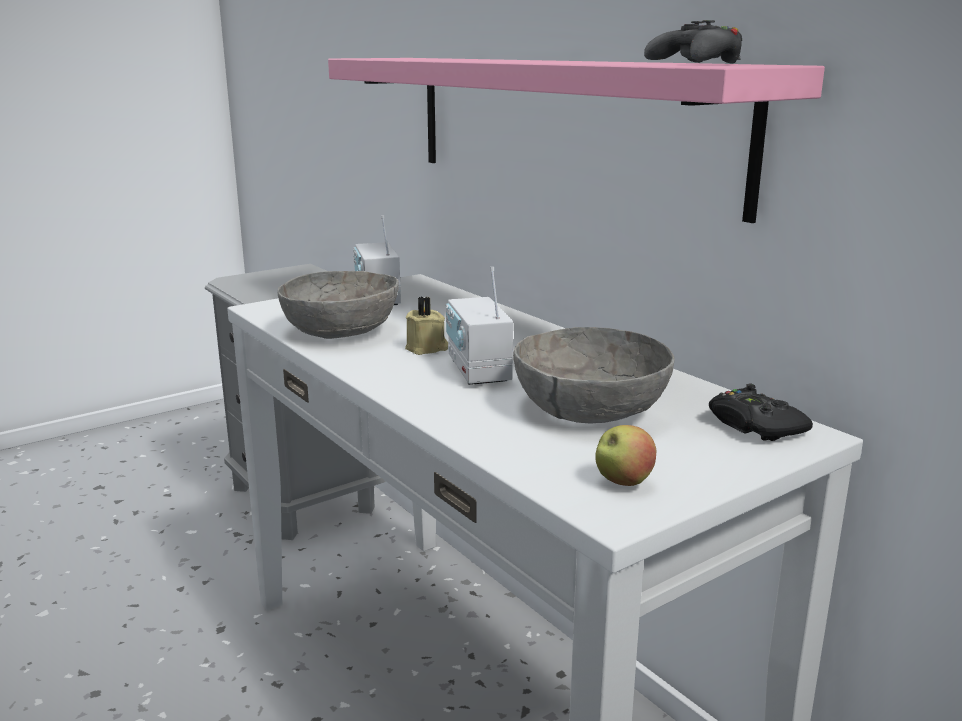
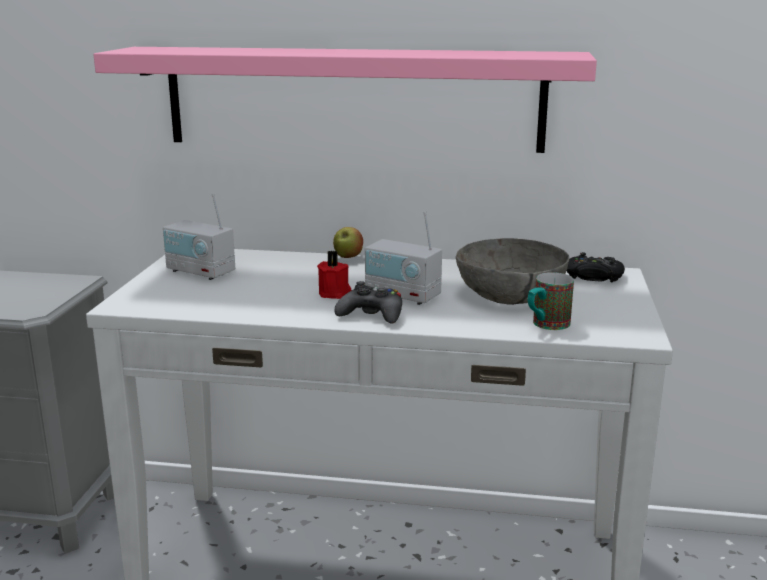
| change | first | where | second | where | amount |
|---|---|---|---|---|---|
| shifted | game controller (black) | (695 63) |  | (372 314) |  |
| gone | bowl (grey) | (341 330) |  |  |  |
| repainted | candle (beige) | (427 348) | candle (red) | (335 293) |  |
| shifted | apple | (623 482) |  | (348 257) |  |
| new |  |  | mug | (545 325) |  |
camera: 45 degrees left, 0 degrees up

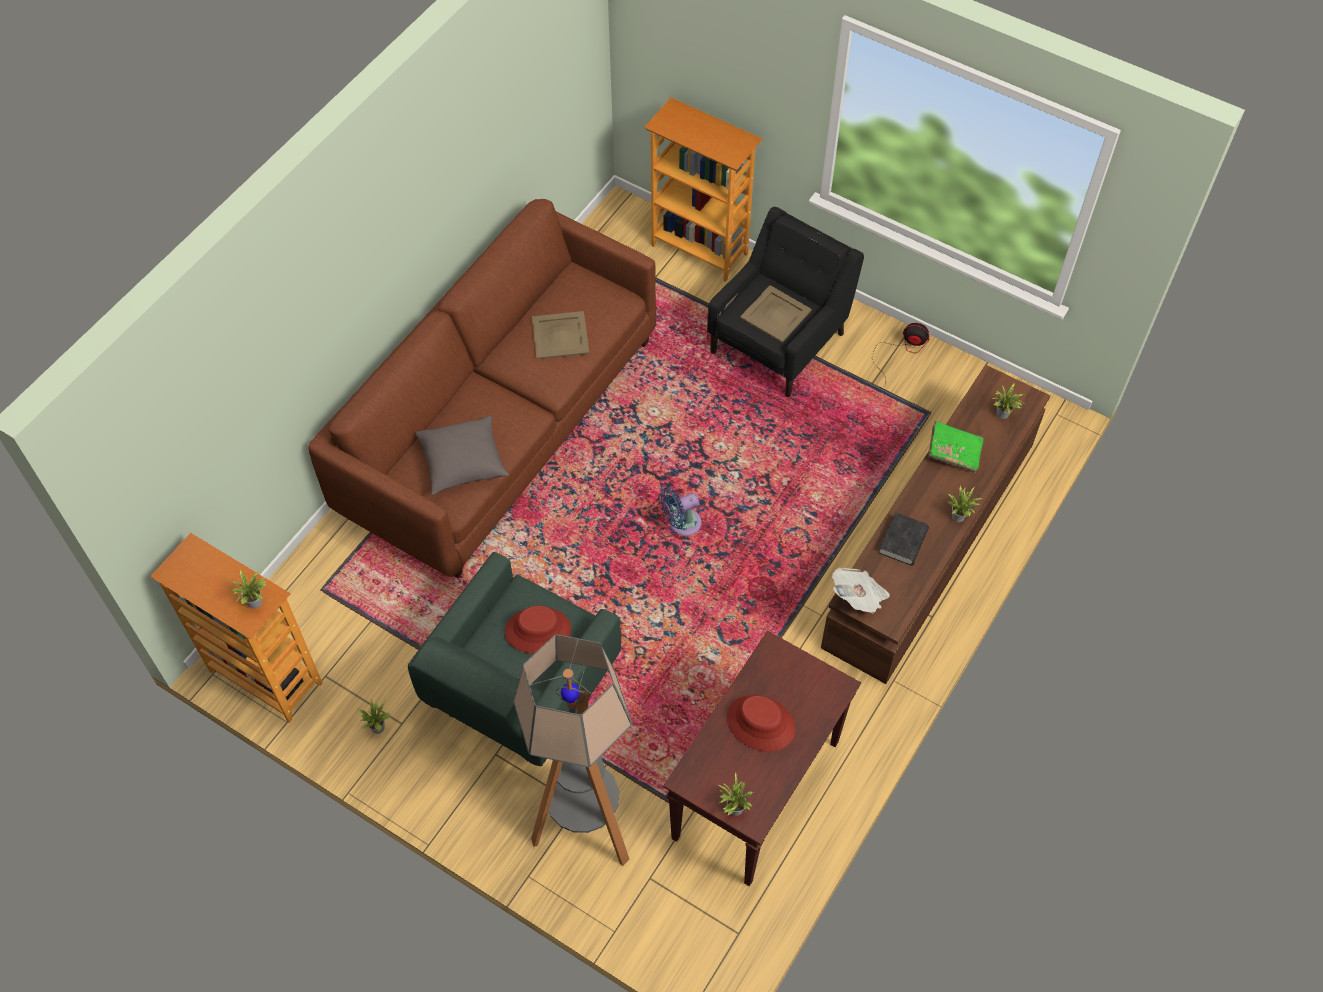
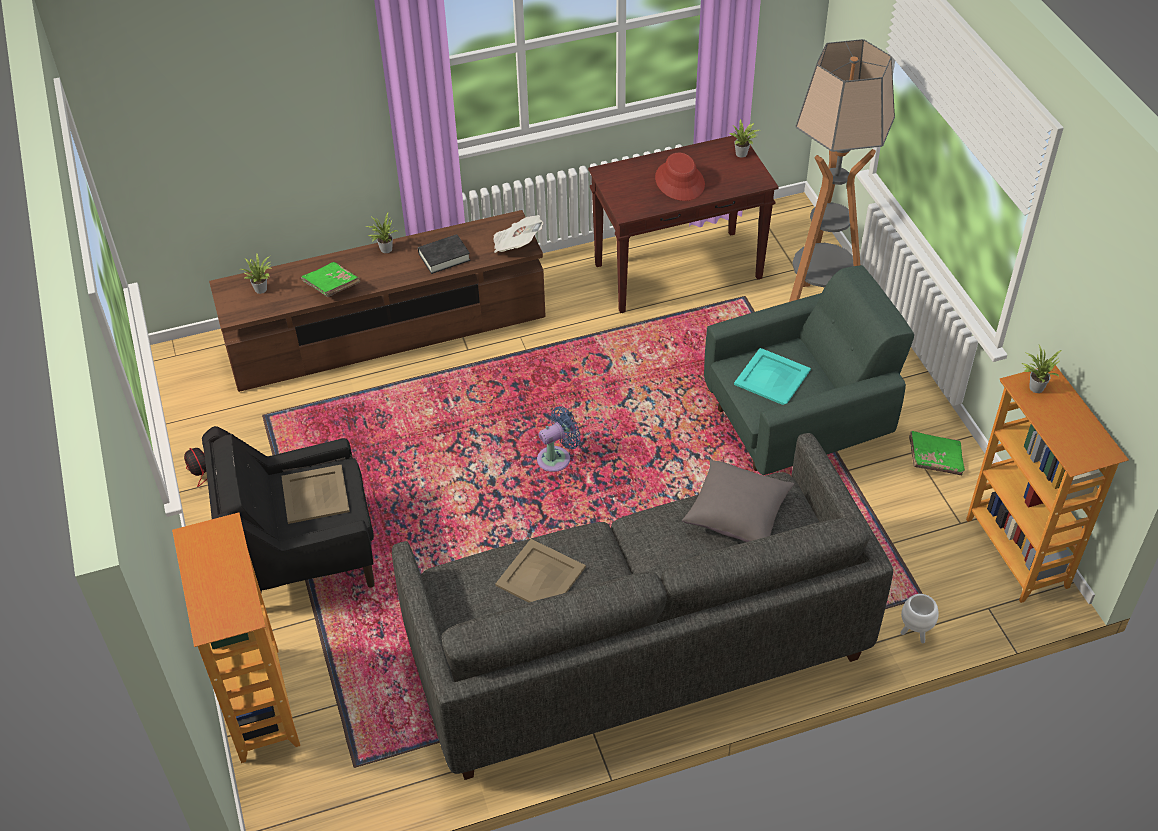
| change | first | where | second | where | amount |
|---|---|---|---|---|---|
| repainted | sofa (brown) | (499 424) | sofa (grey) | (637 648) |  |
| rotated | fan (blue) | (682 524) |  | (557 458) | 45 degrees counterclockwise |
| swapped | hat (red) | (538 630) | tray (turquoise) | (771 377) |  |
| swapped | potted plant | (379 727) | book (green) | (934 460) |  |
| new |  |  | planter (white) | (914 633) |  |
camera: 140 degrees left, 10 degrees down

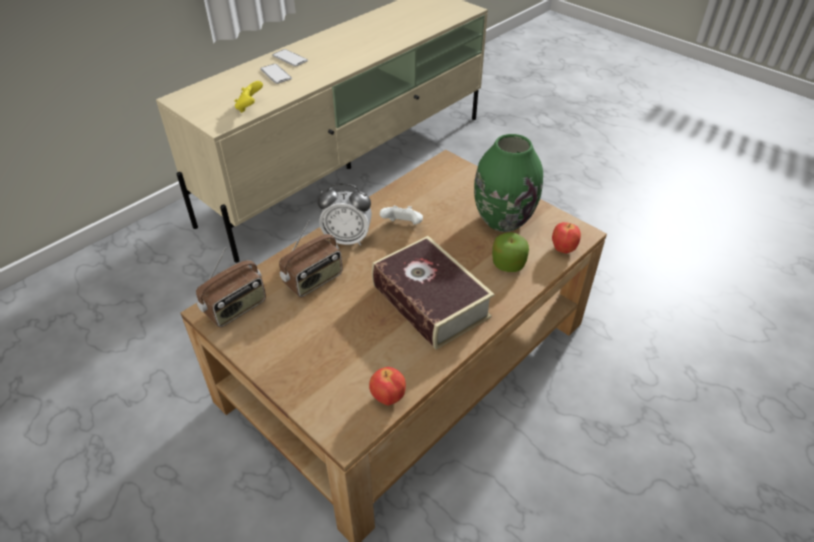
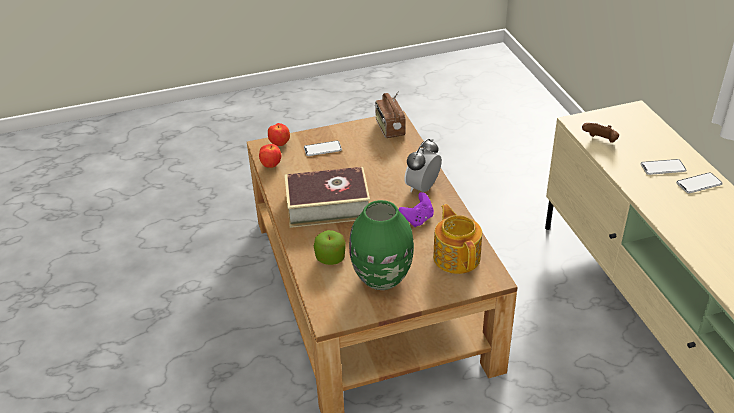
| change | first | where | second | where | amount |
|---|---|---|---|---|---|
| repainted | game controller (yellow) | (250 107) | game controller (brown) | (600 141) |  |
| repainted | game controller (white) | (402 225) | game controller (purple) | (417 219) |  |
| gone | radio | (314 280) |  |  |  |
| shifted | apple | (562 249) |  | (280 144) |  |
| new |  |  | phone | (322 149) |  |
| new |  |  | teapot | (457 256) |  |
camera: 120 degrees right, 5 degrees down

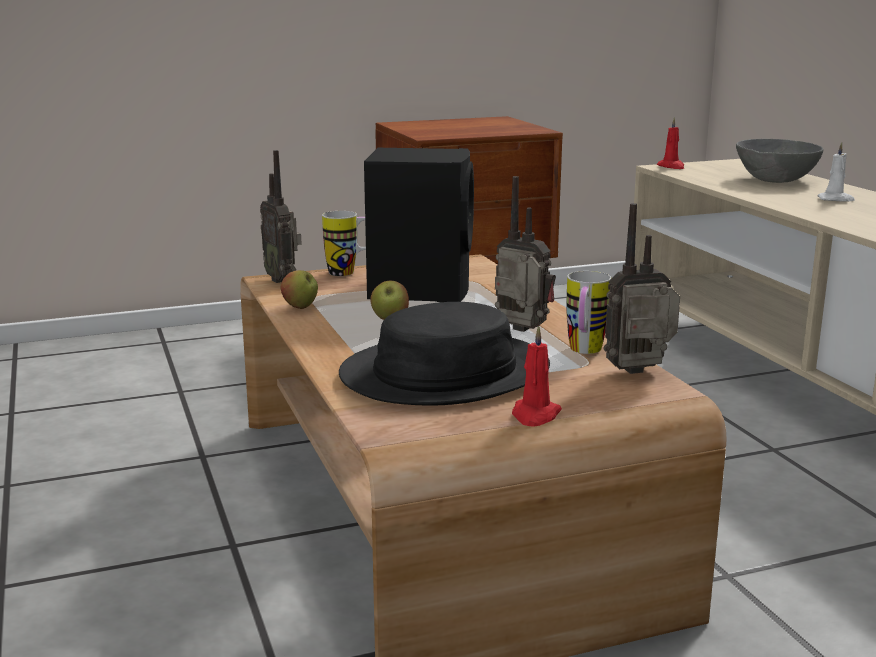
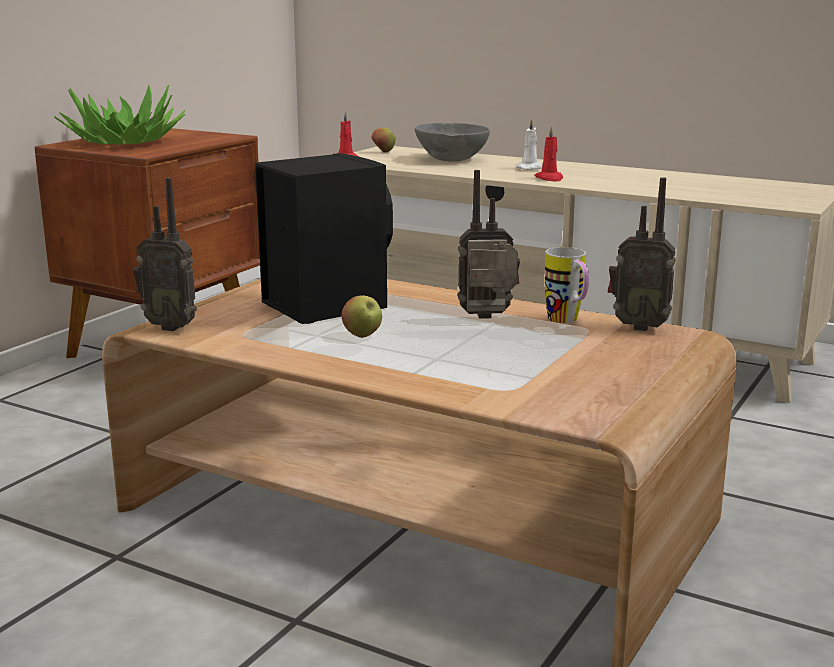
| change | first | where | second | where | amount |
|---|---|---|---|---|---|
| rotated | radio | (641 374) |  | (638 326) | 105 degrees counterclockwise |
| gone | mug | (350 272) |  |  |  |
| shifted | apple | (300 307) |  | (383 152) |  |
| gone | hat (black) | (445 373) |  |  |  |
| shifted | candle (red) | (535 415) |  | (549 178) |  |
| new |  |  | potted plant | (124 142) |  |
camera: 40 degrees left, 0 degrees up

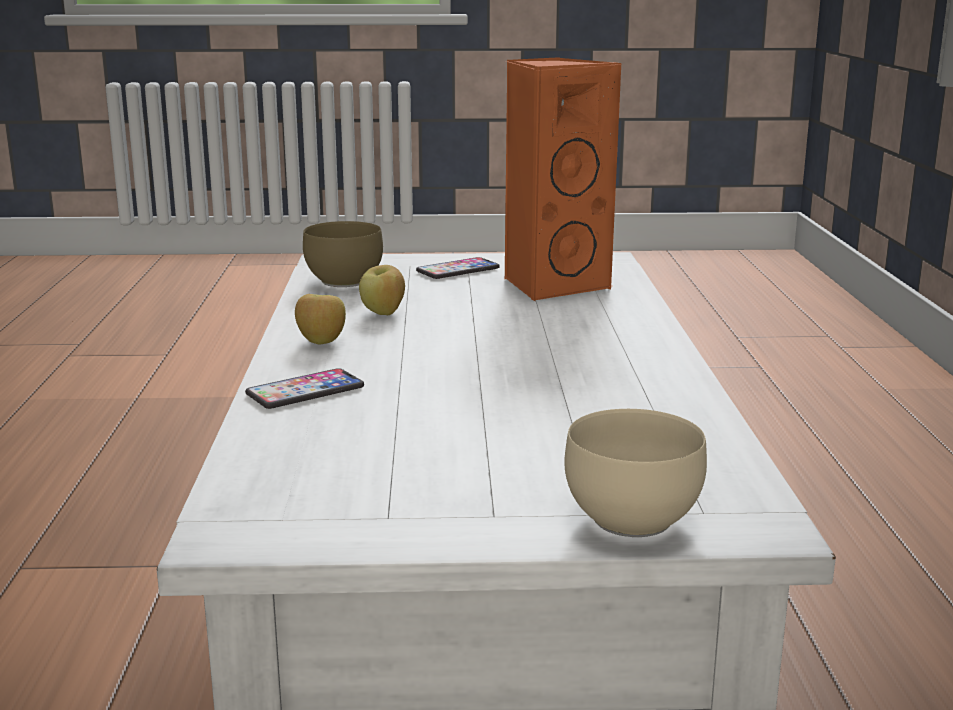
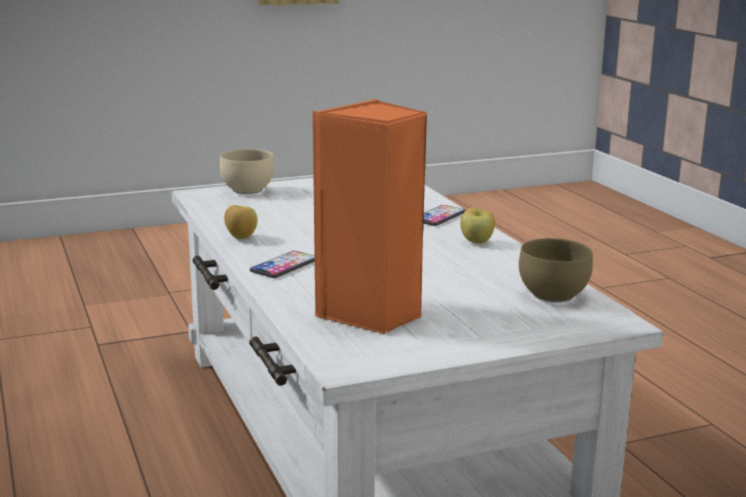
| change | first | where | second | where | amount |
|---|---|---|---|---|---|
| shifted | phone | (458 270) |  | (284 266) |  |
| shifted | apple | (384 313) |  | (240 238) |  |
camera: 160 degrees right, 0 degrees up

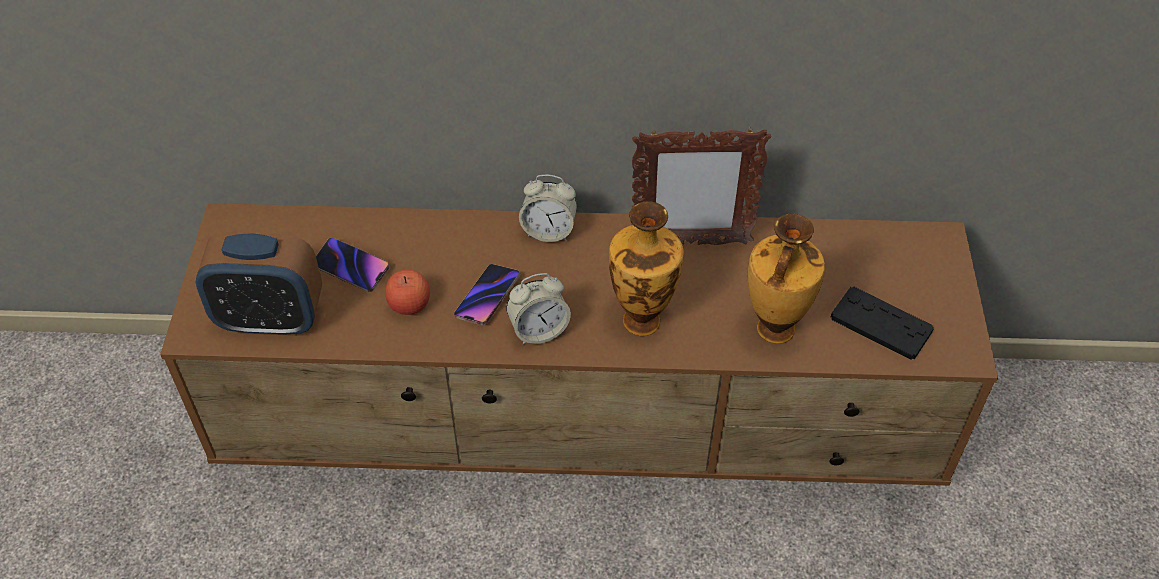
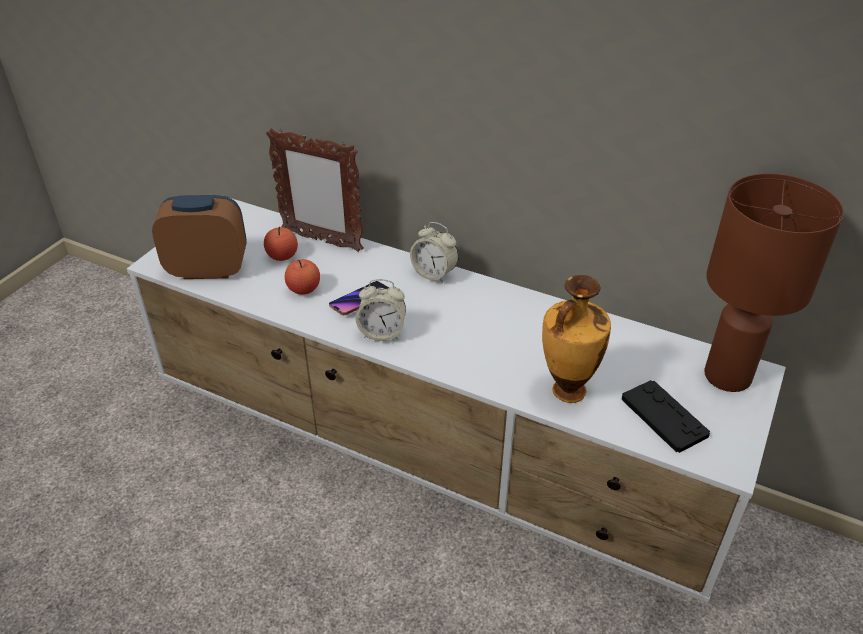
| change | first | where | second | where | amount |
|---|---|---|---|---|---|
| shifted | picture frame | (690 243) |  | (321 241) |  |
| gone | vase | (642 318) |  |  |  |
| repainted | tv stand (brown) | (583 430) | tv stand (white) | (434 455) |  |
| rotated | alarm clock | (271 319) |  | (208 269) | 150 degrees clockwise |
| swapped | phone | (351 267) | apple | (282 256) |  |
| new |  |  | table lamp (brown) | (729 375) |  |
camera: 25 degrees right, 10 degrees down

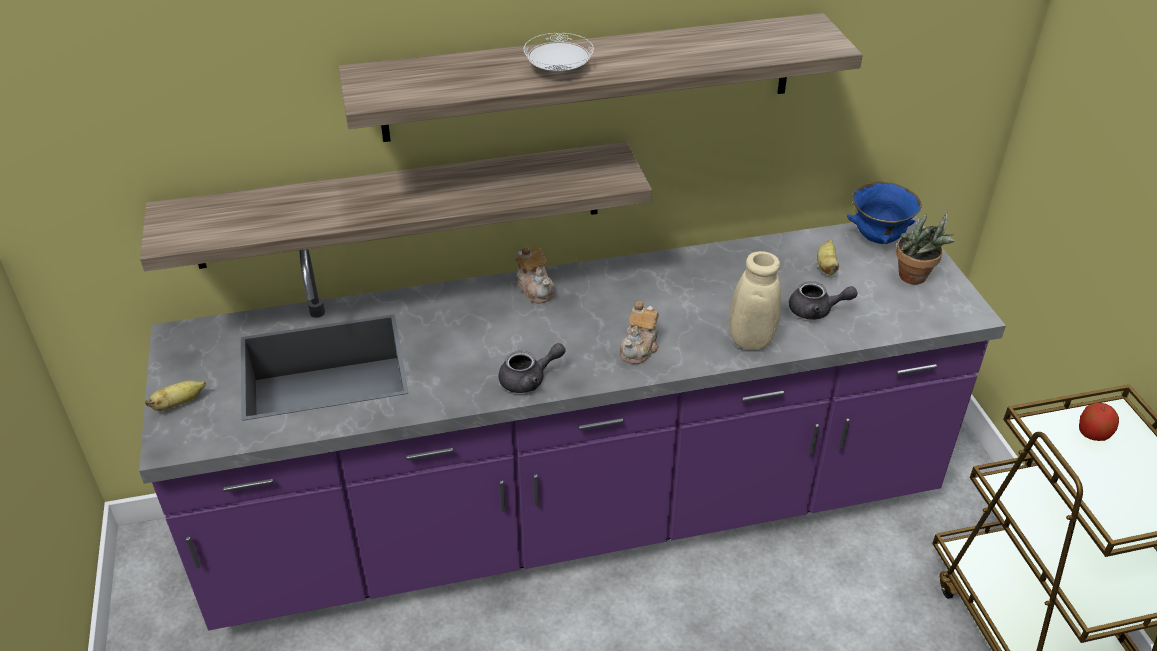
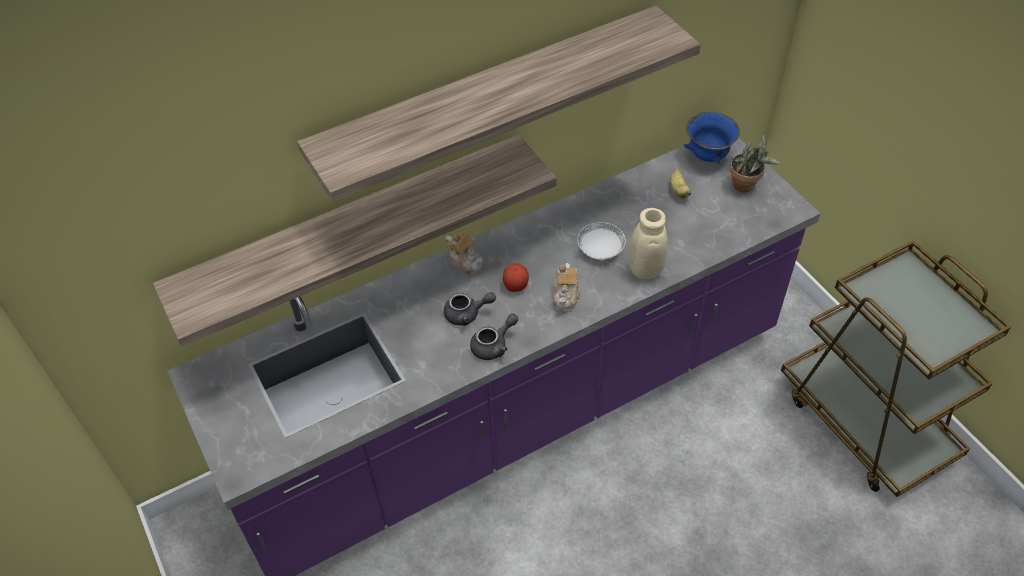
| change | first | where | second | where | amount |
|---|---|---|---|---|---|
| shifted | plate (white) | (558 70) |  | (600 250) |  |
| shifted | teapot (grey) | (816 311) |  | (467 314) |  |
| gone | banana | (179 403) |  |  |  |
| shifted | apple | (1092 434) |  | (515 286) |  |
camera: 15 degrees left, 10 degrees up

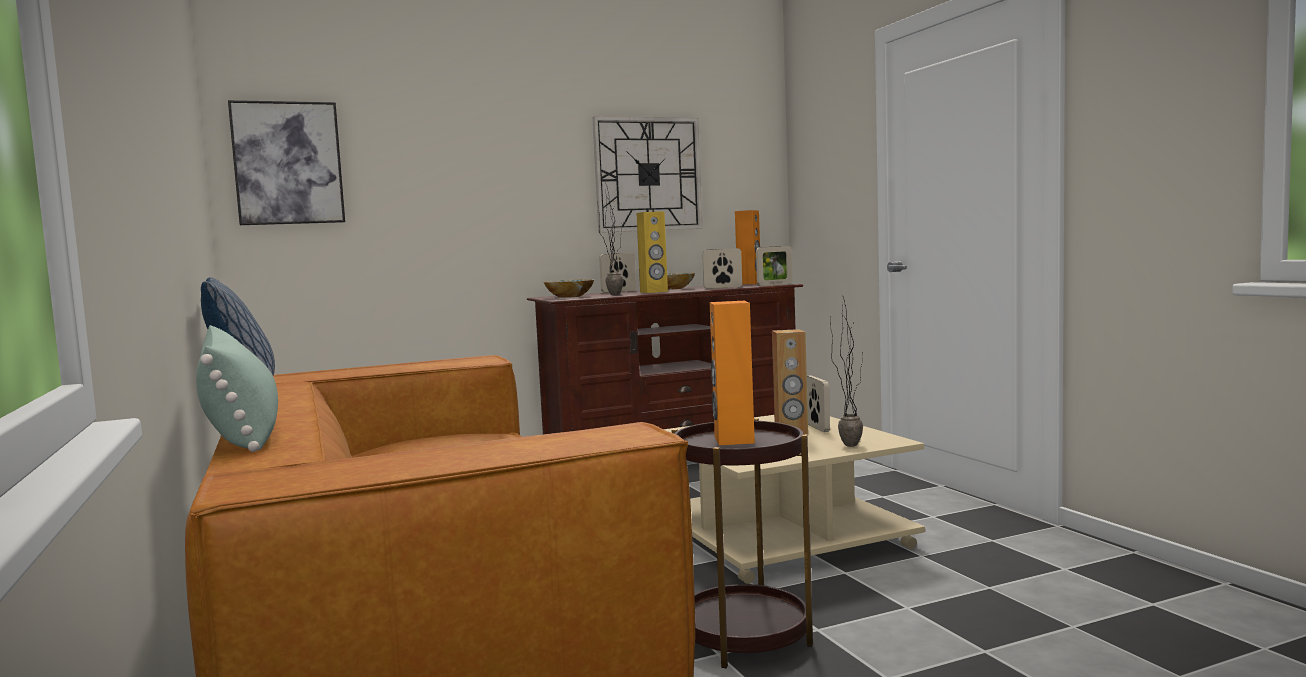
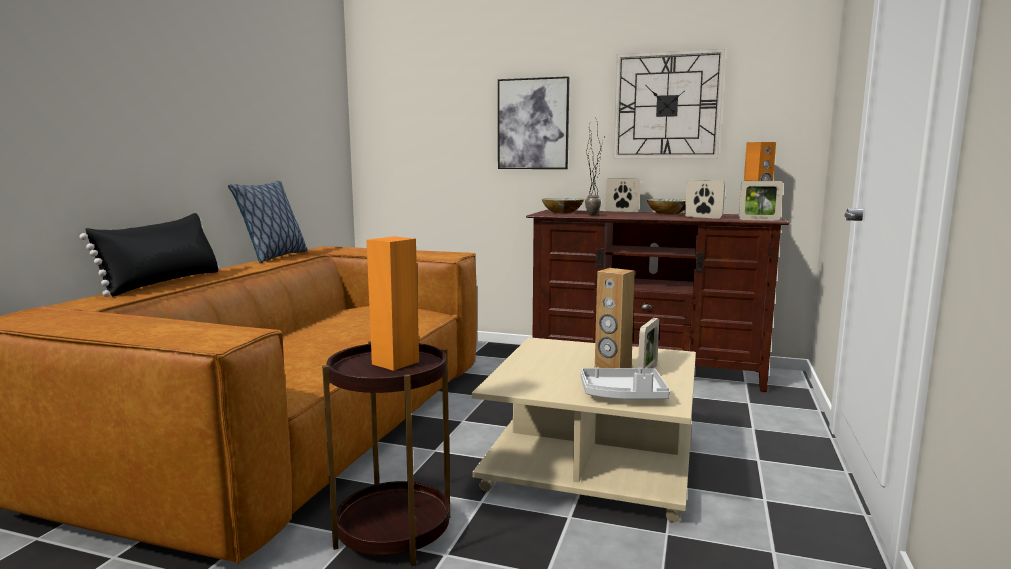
| change | first | where | second | where | amount |
|---|---|---|---|---|---|
| shifted | picture | (288 163) |  | (533 124) |  |
| gone | speaker (yellow) | (654 292) |  |  |  |
| swapped | potted plant | (848 443) | tray (grey) | (623 395) |  |
| repainted | pillow (green) | (242 432) | pillow (black) | (163 282) |  |
camera: 40 degrees right, 5 degrees up

